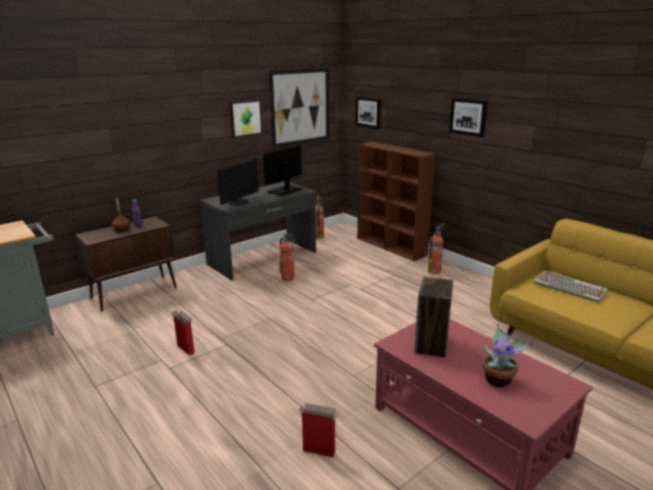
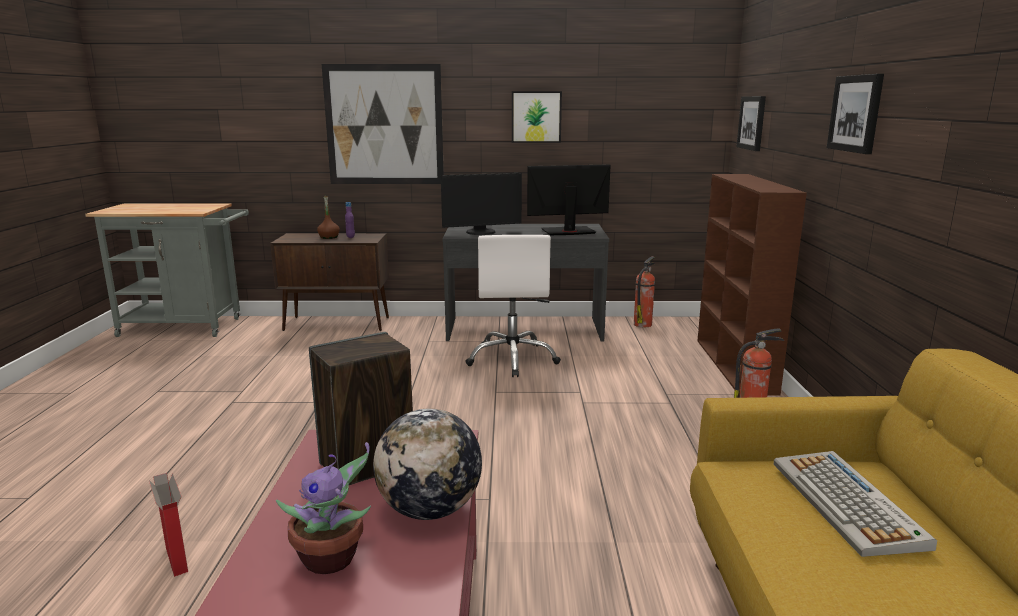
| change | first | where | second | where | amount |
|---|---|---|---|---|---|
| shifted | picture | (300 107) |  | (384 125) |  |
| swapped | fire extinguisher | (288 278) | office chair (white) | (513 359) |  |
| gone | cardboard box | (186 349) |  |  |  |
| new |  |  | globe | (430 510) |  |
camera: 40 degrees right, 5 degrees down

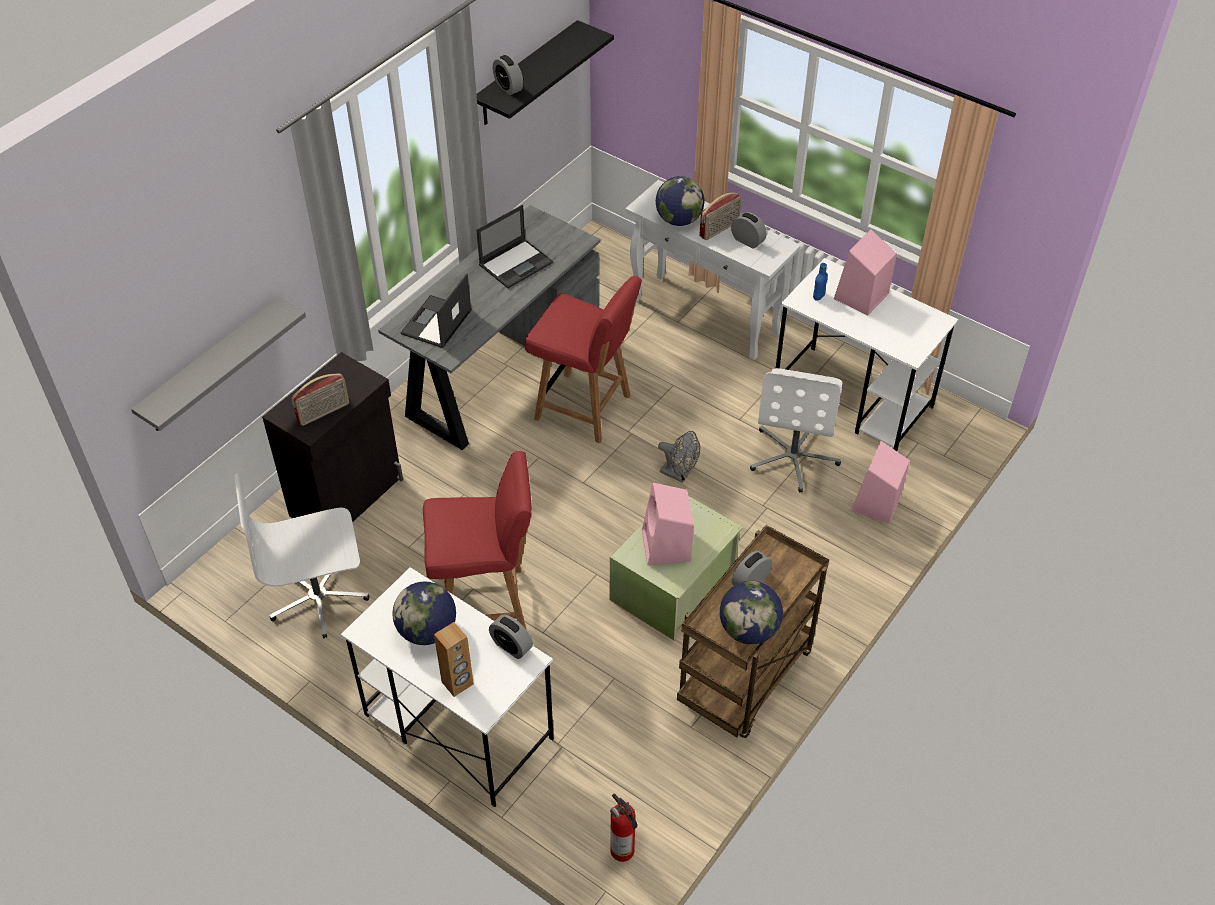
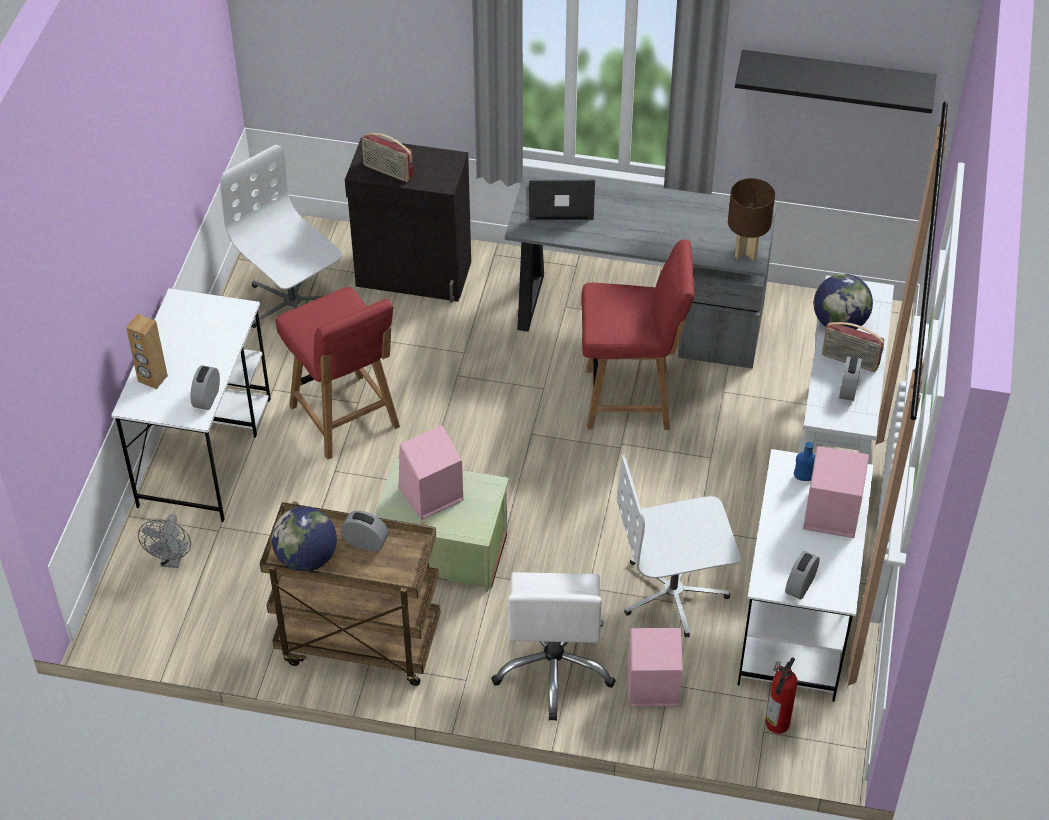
| change | first | where | second | where | amount |
|---|---|---|---|---|---|
| shifted | alarm clock | (508 87) |  | (800 585) |  |
| gone | laptop | (516 263) |  |  |  |
| rotated | chair (red) | (585 408) |  | (630 399) | 90 degrees counterclockwise |
| gone | shelf (grey) | (211 367) |  |  |  |
| shifted | fan (grey) | (679 474) |  | (172 560) |  |
| gone | globe | (427 631) |  |  |  |
| shifted | fire extinguisher | (623 852) |  | (776 724) |  |
| new |  |  | table lamp (brown) | (746 252) |  |
| new |  |  | office chair (white) | (554 668) |  |
camera: 65 degrees right, 0 degrees up

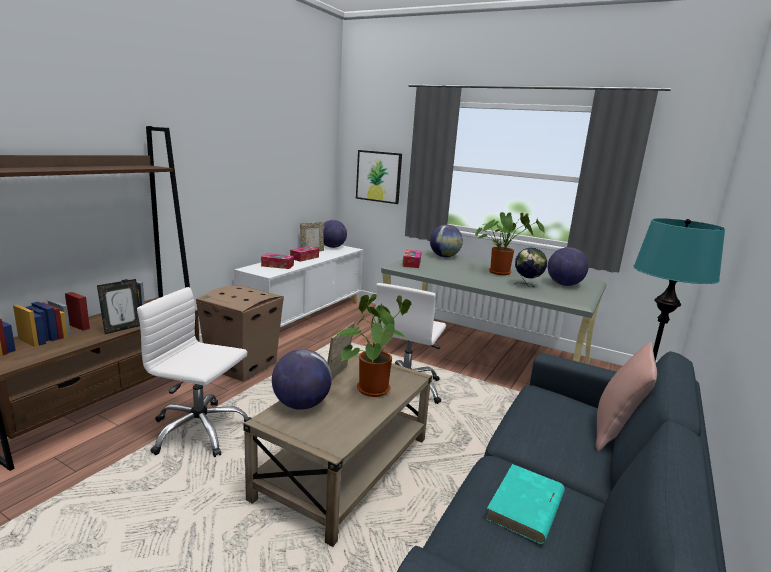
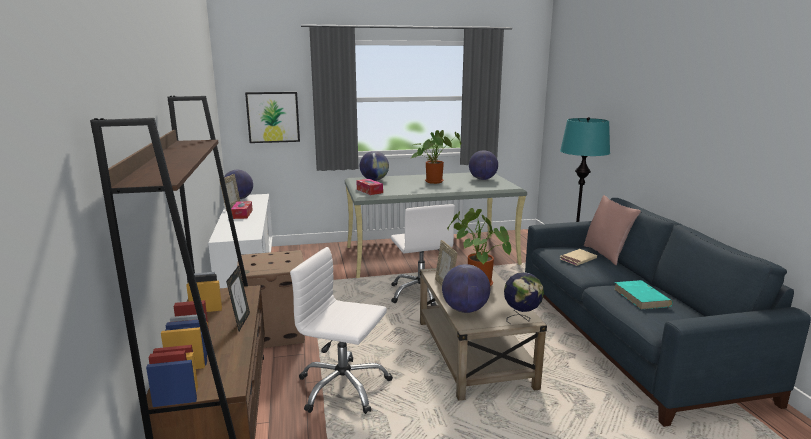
| change | first | where | second | where | amount |
|---|---|---|---|---|---|
| shifted | globe | (527 285) |  | (521 319) |  |
| gone | tissue box | (277 265) |  |  |  |
| rotated | office chair (white) | (199 430) |  | (343 387) | 45 degrees clockwise |
| new |  |  | book (beige) | (578 259) |  |
camera: 40 degrees left, 0 degrees up

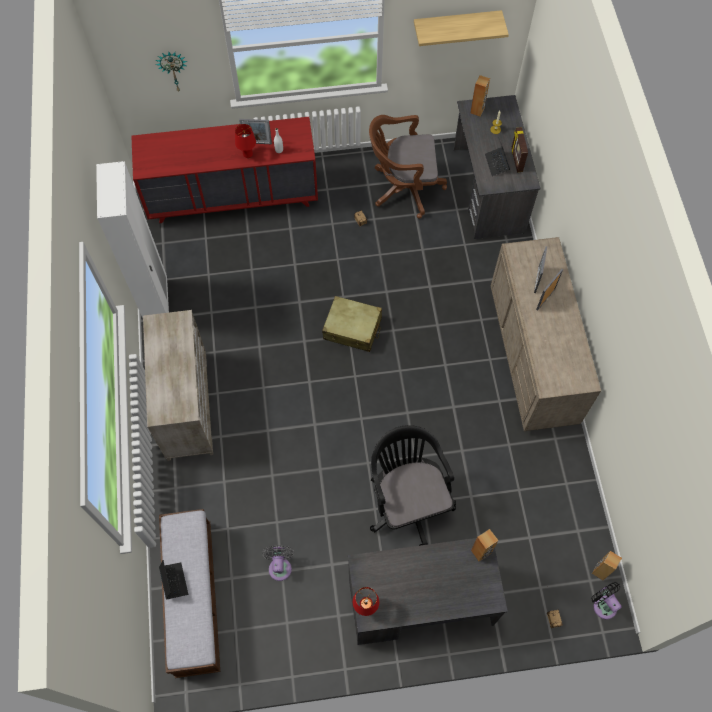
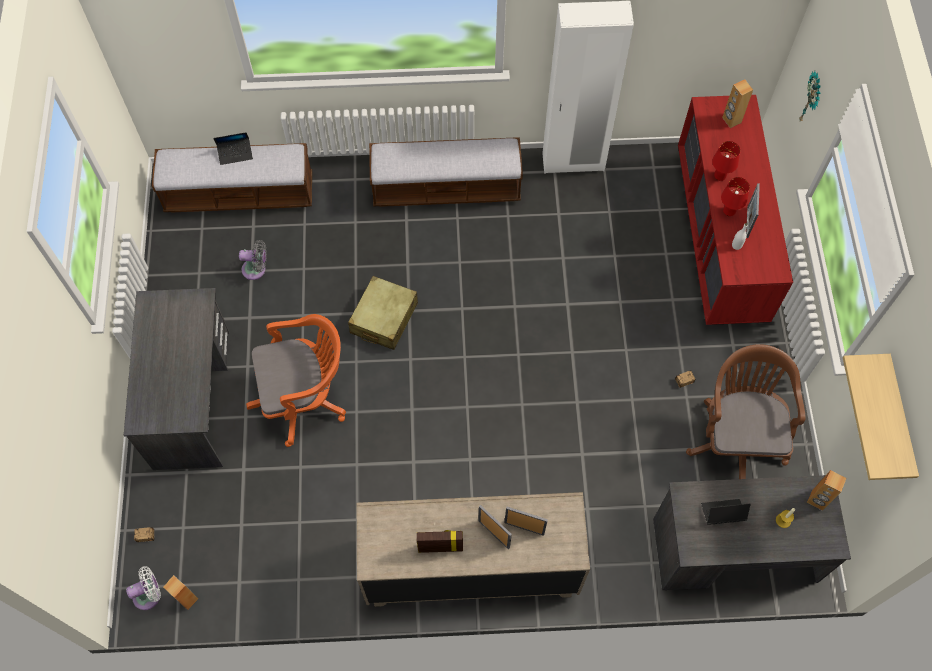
| change | first | where | second | where | amount |
|---|---|---|---|---|---|
| shifted | picture frame | (516 160) |  | (440 547) |  |
| shifted | suitcase (beige) | (352 328) |  | (384 318) |  |
| swapped | dresser (beige) | (186 404) | bench | (446 189) |  |
| repainted | office chair (black) | (407 501) | office chair (orange) | (305 398) |  |
| shifted | speaker (brown) | (481 552) |  | (731 120) |  |
| repainted | fan (black) | (603 604) | fan (white) | (149 595) |  |
| shifted | table lamp (red) | (365 607) |  | (719 176) |  |
camera: 95 degrees right, 0 degrees up

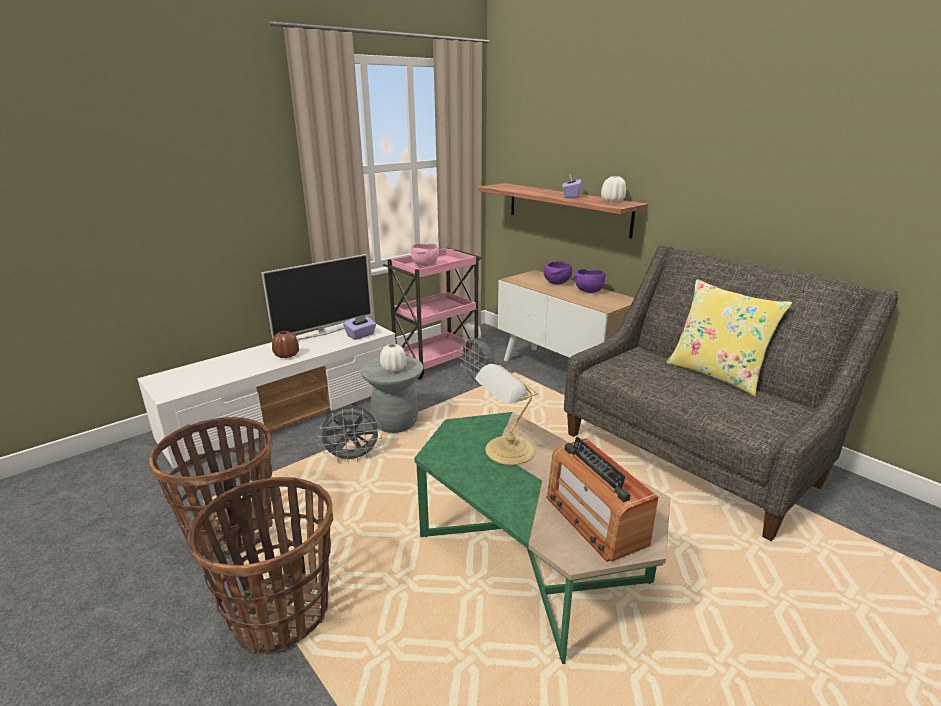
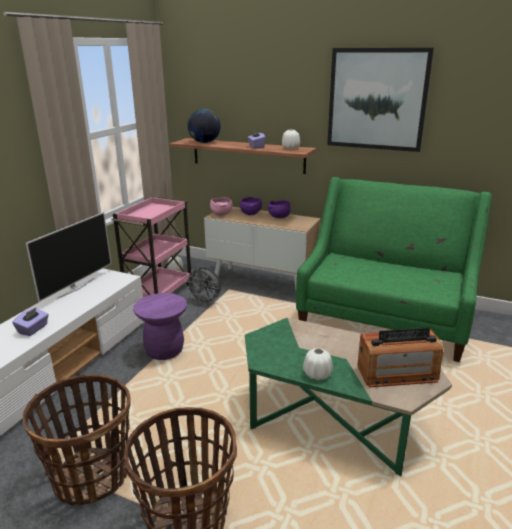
| change | first | where | second | where | amount |
|---|---|---|---|---|---|
| shifted | bowl (pink) | (425 265) |  | (221 214) |  |
| repainted | sofa (grey) | (693 453) | sofa (green) | (384 319) |  |
| gone | pillow (yellow) | (716 374) |  |  |  |
| shifted | tissue box (purple) | (361 335) |  | (33 329) |  |
| gone | vase (brown) | (286 355) |  |  |  |
| shifted | vase (white) | (394 368) |  | (317 374) |  |
| repainted | stool (grey) | (395 423) | stool (purple) | (164 351) |  |
| gone | table lamp | (507 451) |  |  |  |
| gone | fan (grey) | (353 458) |  |  |  |
| rotated | radio | (594 519) |  | (397 374) | 45 degrees counterclockwise |
| new |  |  | picture | (377 99) |  |
| new |  |  | globe | (204 142) |  |
camera: 25 degrees left, 0 degrees up

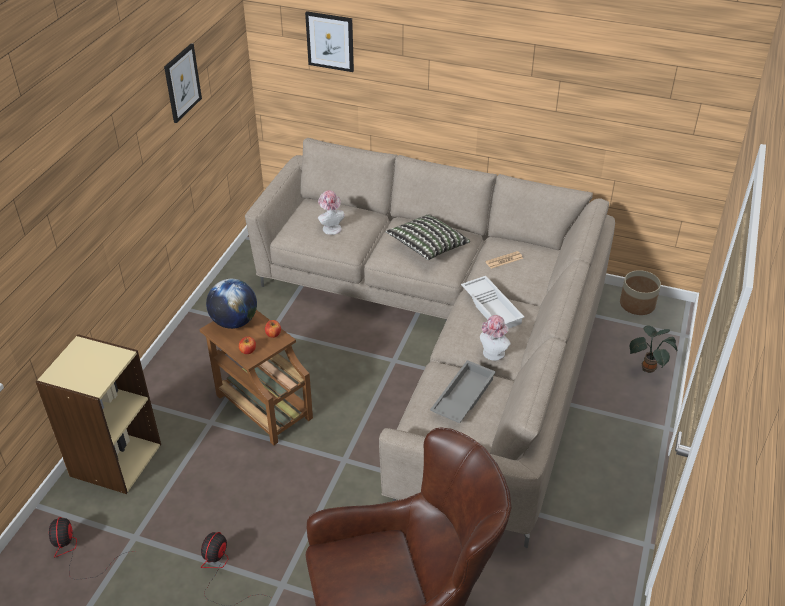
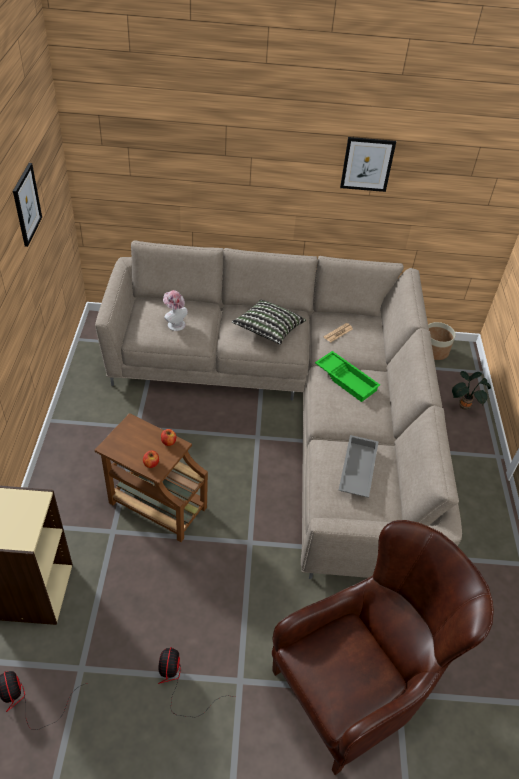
| change | first | where | second | where | amount |
|---|---|---|---|---|---|
| shifted | picture | (330 41) |  | (367 164) |  |
| repainted | tray (white) | (492 307) | tray (green) | (347 379) |  |
| gone | globe | (234 322) |  |  |  |
| gone | hat | (492 354) |  |  |  |
camera: 20 degrees left, 5 degrees up

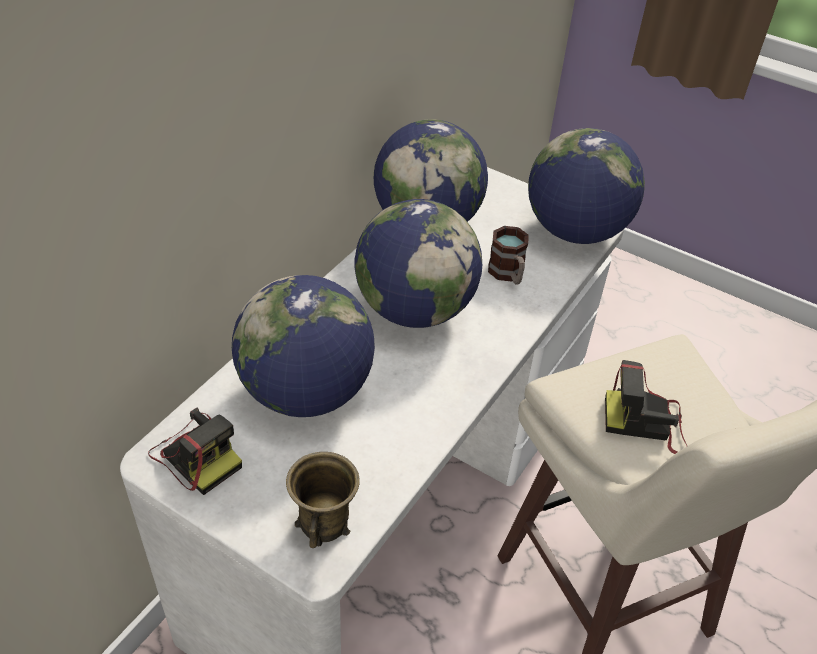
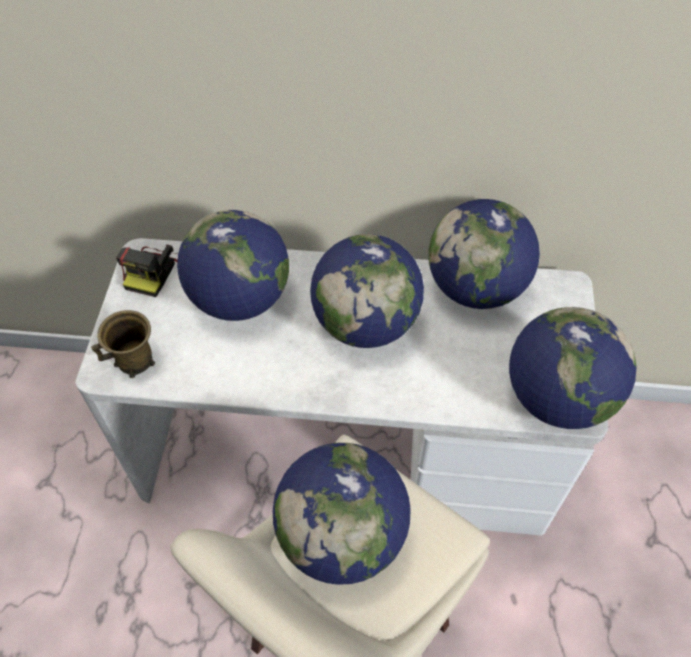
| change | first | where | second | where | amount |
|---|---|---|---|---|---|
| gone | mug | (508 274) |  |  |  |
| swapped | photo camera | (646 423) | globe | (342 536) |  |
camera: 65 degrees right, 10 degrees up

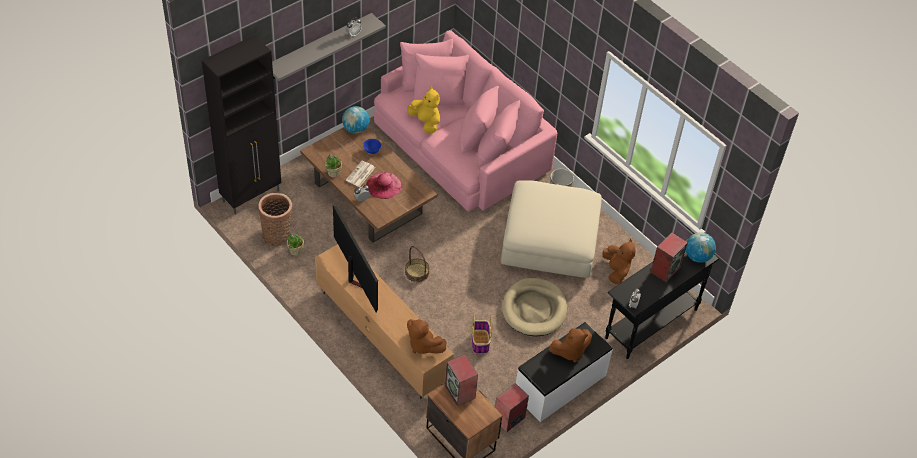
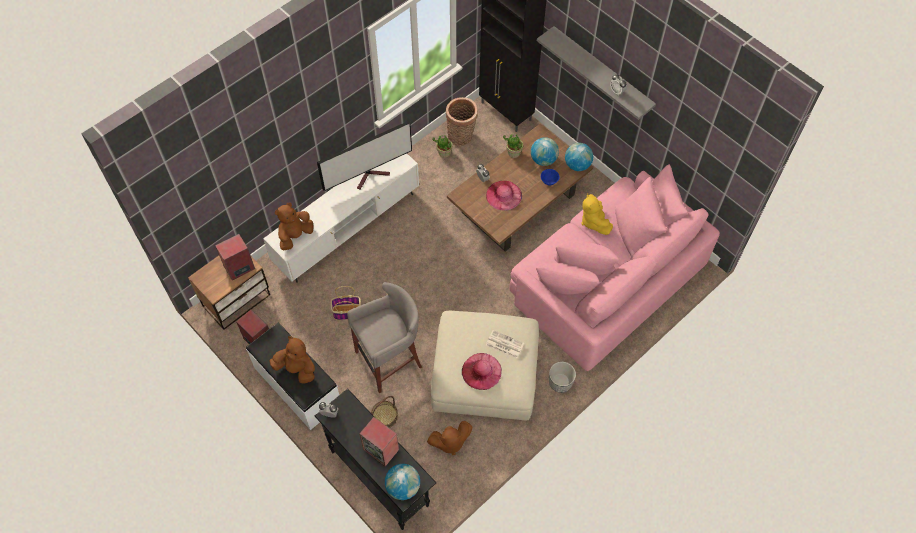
| change | first | where | second | where | amount |
|---|---|---|---|---|---|
| rotated | plush toy (yellow) | (425 122) |  | (594 221) | 120 degrees clockwise |
| shifted | newspaper | (360 174) |  | (504 344) |  |
| repainted | tv stand (brown) | (382 338) | tv stand (white) | (348 230) |  |
| shifted | basket | (417 273) |  | (384 416) |  |
| swapped | dog bed (beige) | (534 309) | stool (grey) | (390 360) |  |
| rotated | plush toy (brown) | (570 351) |  | (296 369) | 135 degrees clockwise |
| new |  |  | globe | (543 160) |  |
| new |  |  | hat (pink) | (481 371) |  |
camera: 90 degrees right, 10 degrees up

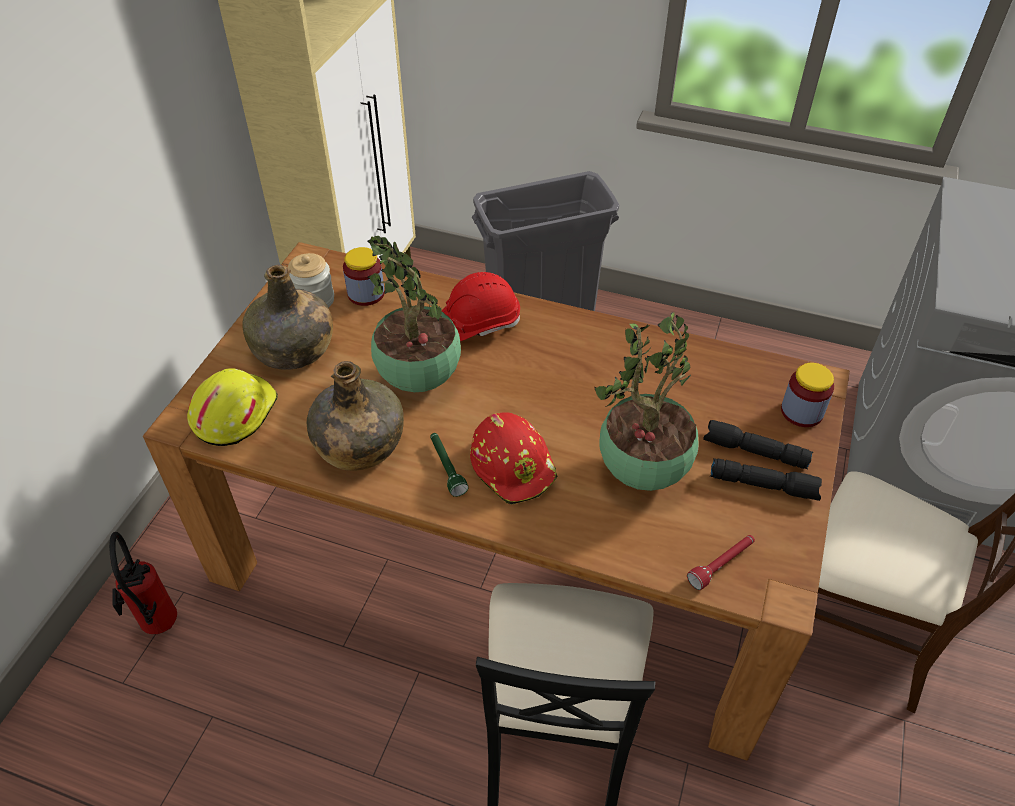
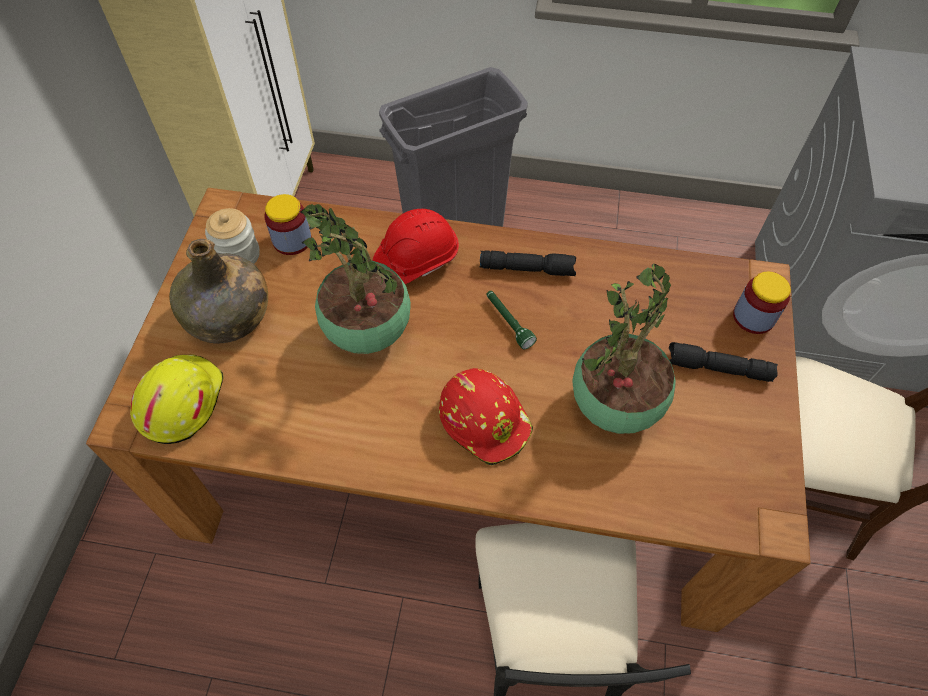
| change | first | where | second | where | amount |
|---|---|---|---|---|---|
| gone | bottle (green) | (358 444) |  |  |  |
| shifted | flashlight (green) | (446 468) |  | (508 322) |  |
| shifted | flashlight (black) | (764 485) |  | (528 268) |  |
| gone | fire extinguisher | (158 628) |  |  |  |
| gone | flashlight (red) | (721 565) |  |  |  |
camera: 10 degrees left, 10 degrees up

